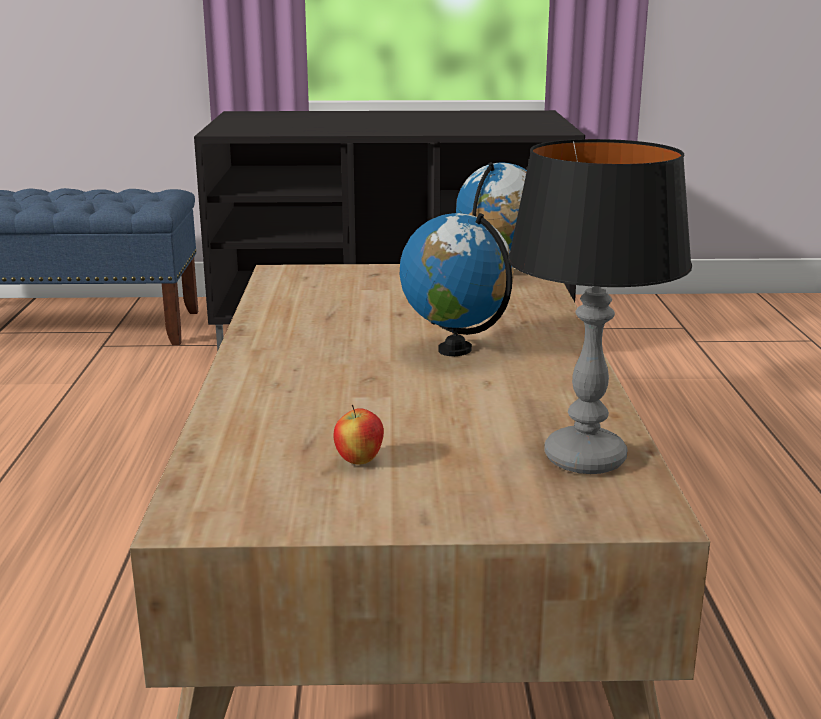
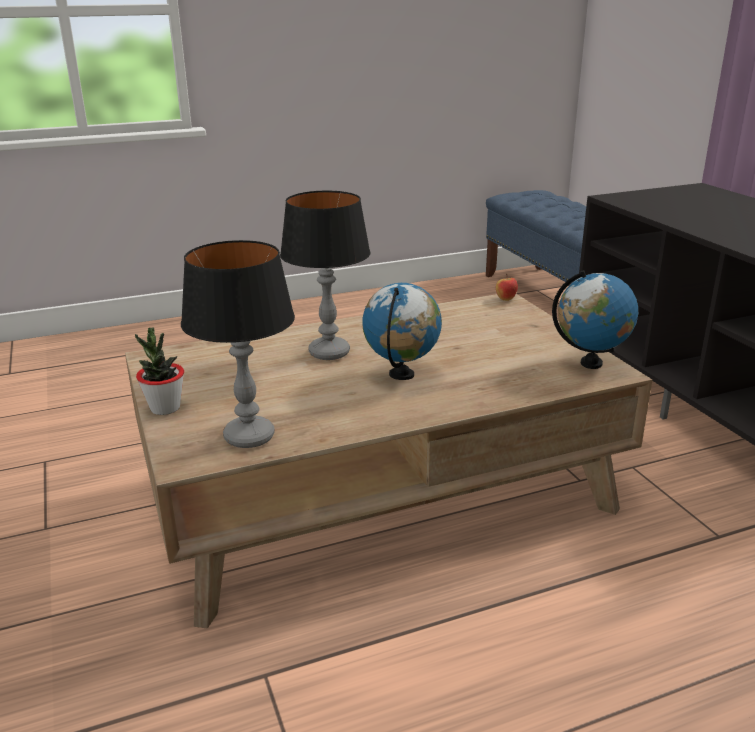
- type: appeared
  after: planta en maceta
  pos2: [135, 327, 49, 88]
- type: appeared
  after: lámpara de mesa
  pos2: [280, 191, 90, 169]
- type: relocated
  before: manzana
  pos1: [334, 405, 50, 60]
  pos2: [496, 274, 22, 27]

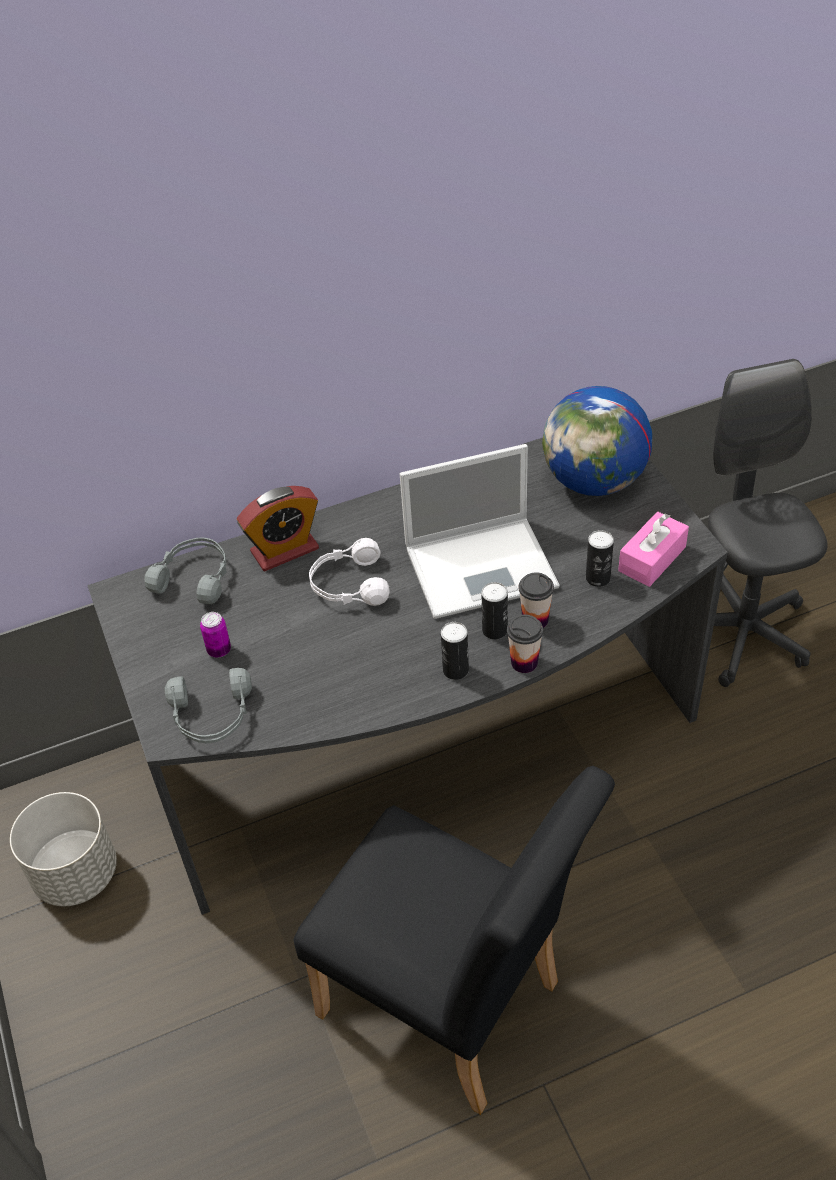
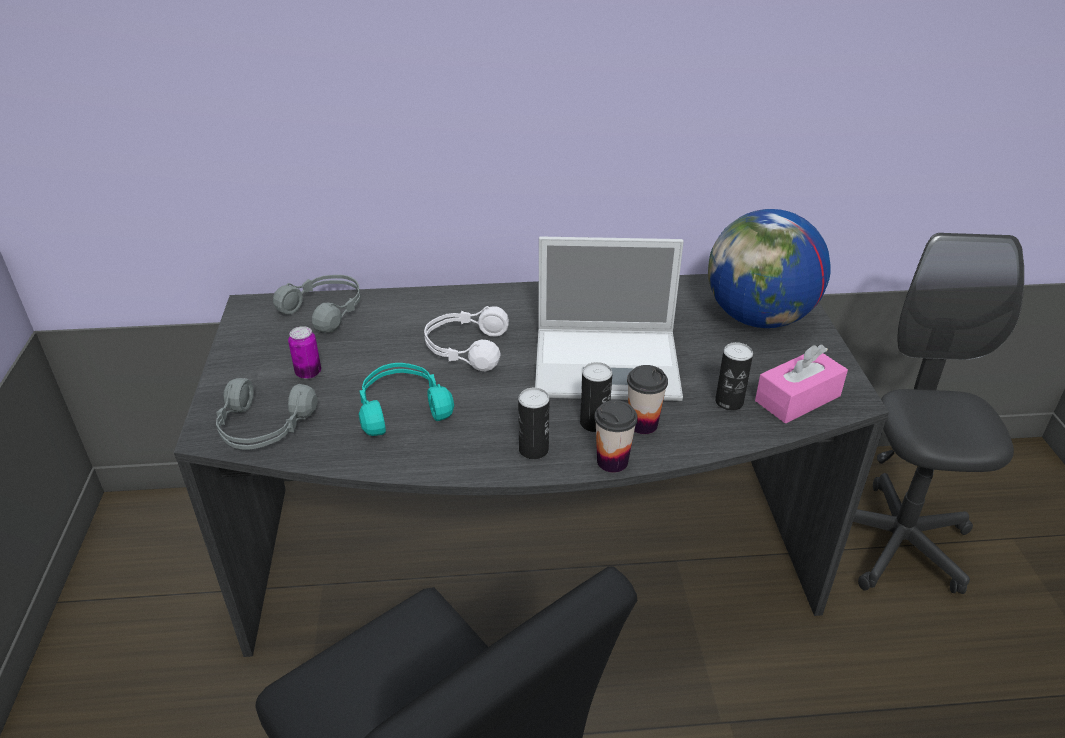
- type: missing
  before: maceta/gris
  pos1: [10, 792, 107, 114]
- type: missing
  before: despertador
  pos1: [237, 486, 82, 85]
- type: appeared
  after: auriculares/turquesa
  pos2: [359, 363, 95, 73]

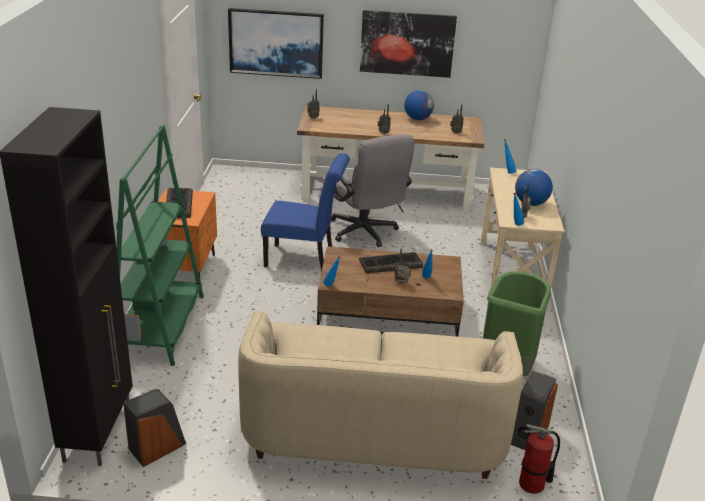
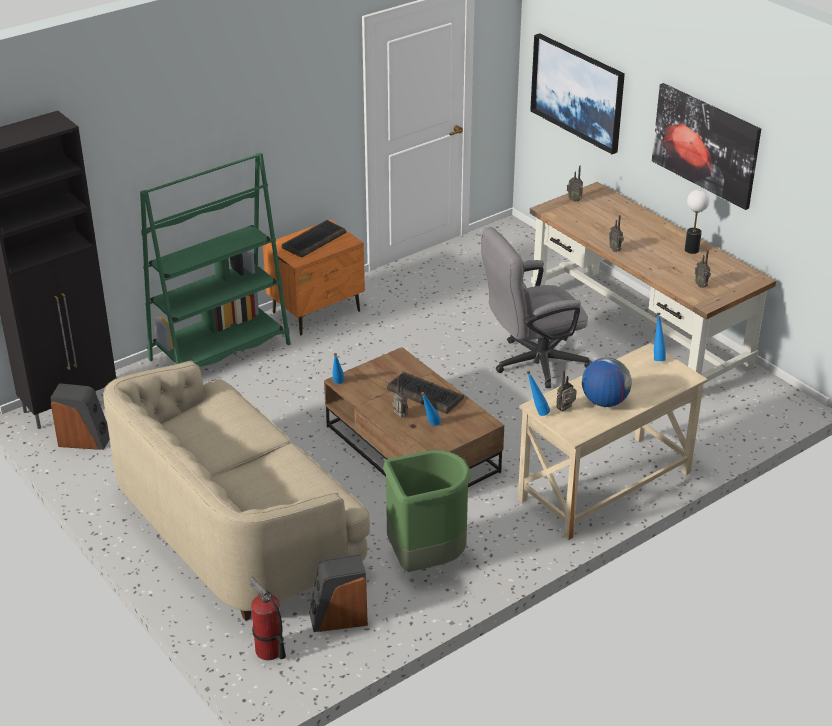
- type: missing
  before: silla/azul
  pos1: [261, 153, 89, 118]
- type: exchanged
  before: globo terráqueo
  after: lámpara de mesa
  pos1: [404, 90, 30, 30]
  pos2: [685, 189, 24, 65]
- type: spun
  before: silla de oficina/gris
  pos1: [331, 134, 83, 113]
  pos2: [481, 227, 111, 161]
  turn: 45

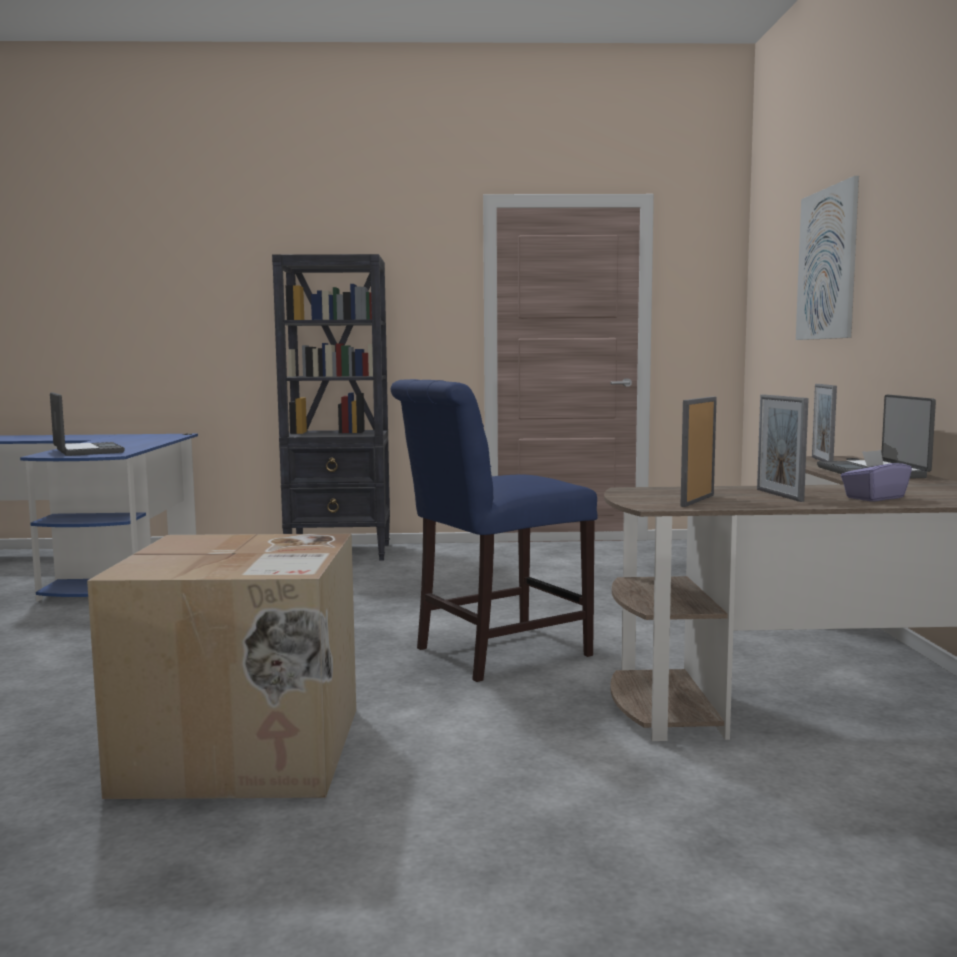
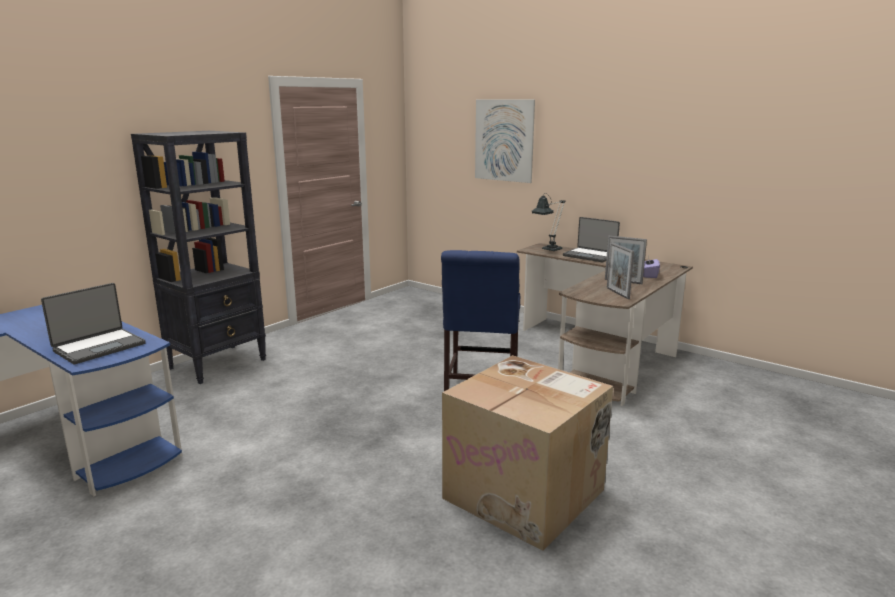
- type: exchanged
  before: portarretratos
  after: lámpara de mesa
  pos1: [812, 384, 25, 77]
  pos2: [532, 193, 34, 58]
- type: spun
  before: portátil
  pos1: [50, 392, 75, 64]
  pos2: [41, 283, 105, 81]
  turn: 120

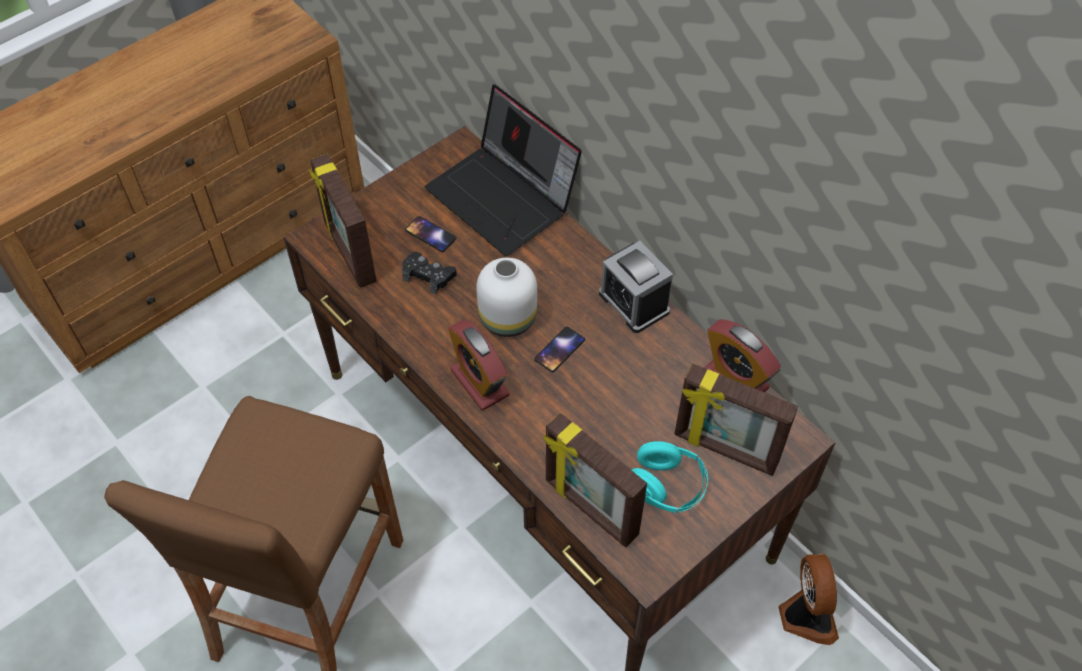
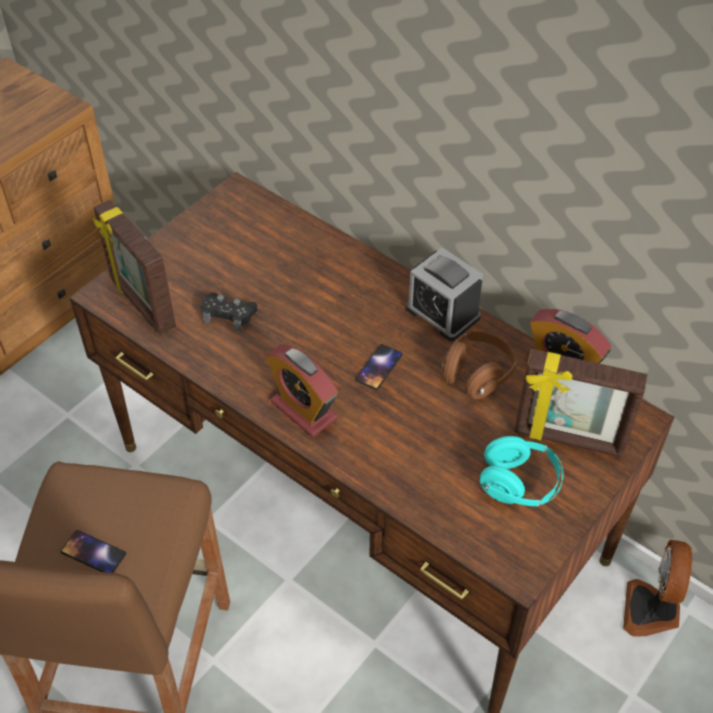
- type: missing
  before: portátil
  pos1: [425, 84, 157, 172]
- type: missing
  before: florero/blanco
  pos1: [476, 258, 61, 79]
- type: missing
  before: portarretratos
  pos1: [544, 413, 103, 134]
- type: appeared
  after: auriculares/marrón
  pos2: [442, 331, 74, 68]
- type: relocated
  before: móvil
  pos1: [405, 216, 52, 36]
  pos2: [61, 530, 65, 43]
- type: spun
  before: ventilador
  pos1: [778, 553, 61, 92]
  pos2: [623, 540, 69, 97]
  turn: -150

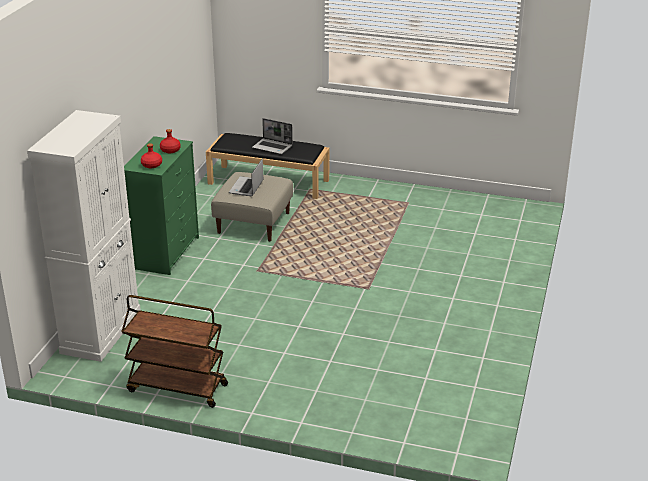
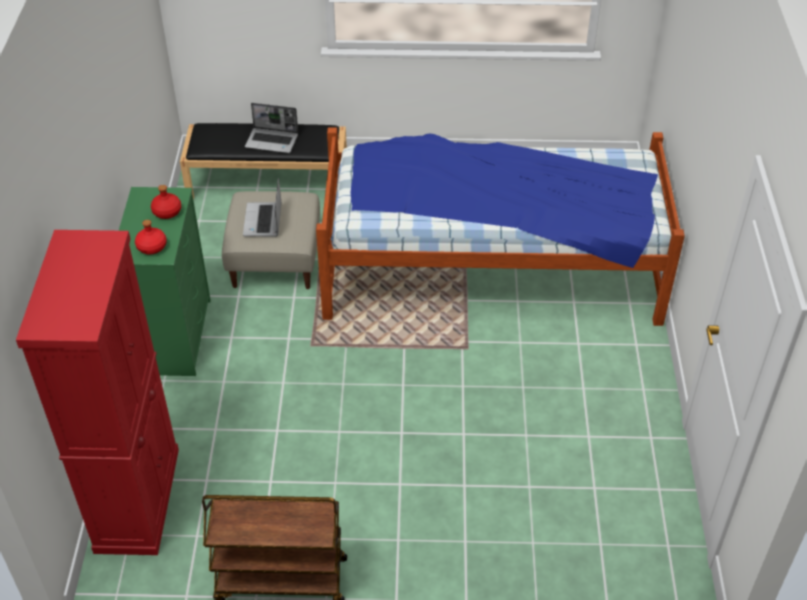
- type: appeared
  after: cama
  pos2: [316, 127, 369, 199]
- type: colour
  before: armario/blanco
  after: armario/rojo
  pos1: [27, 110, 114, 252]
  pos2: [16, 230, 163, 325]

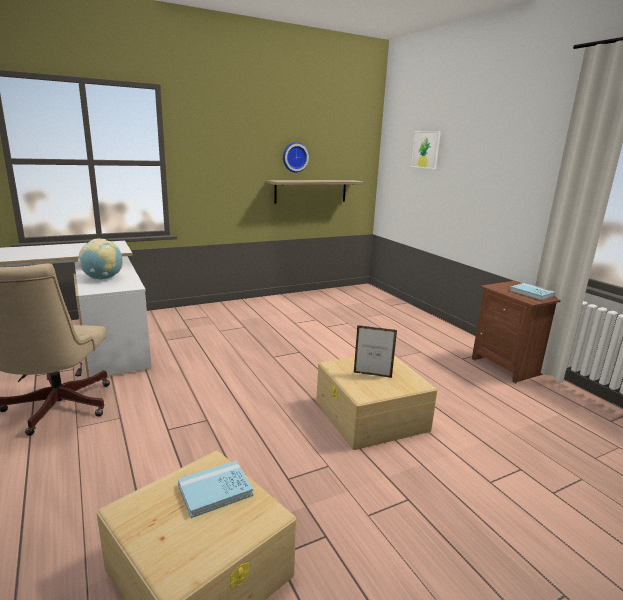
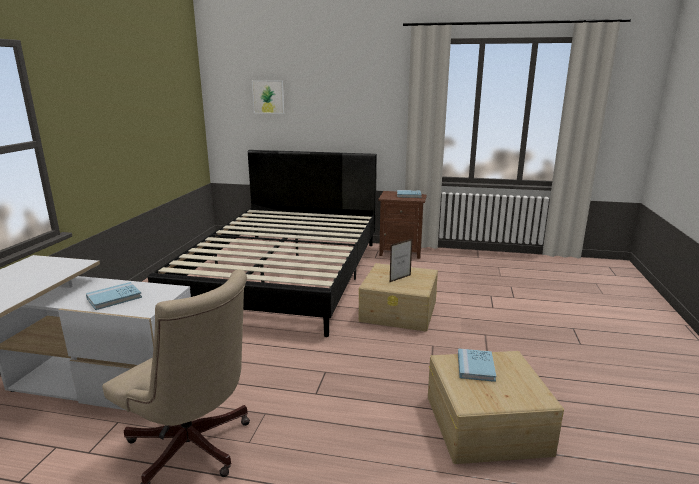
- type: missing
  before: estante
  pos1: [267, 180, 96, 24]
- type: missing
  before: reloj de pared
  pos1: [283, 142, 26, 31]
- type: appeared
  after: cama/negro
  pos2: [148, 150, 229, 187]
- type: exchanged
  before: globo terráqueo
  after: libro/azul
  pos1: [78, 239, 45, 40]
  pos2: [86, 282, 56, 28]

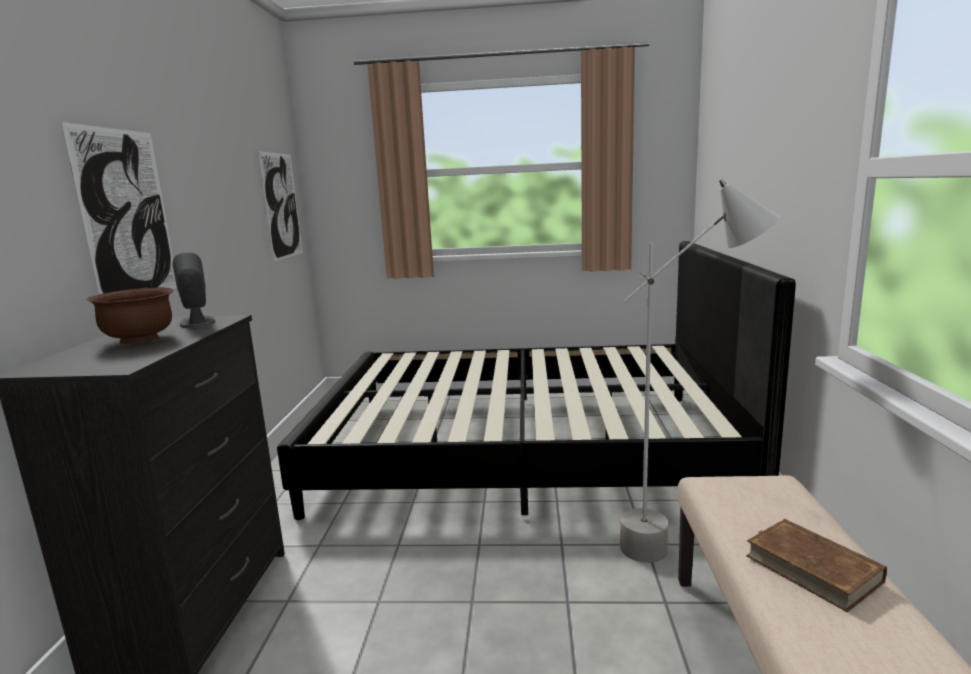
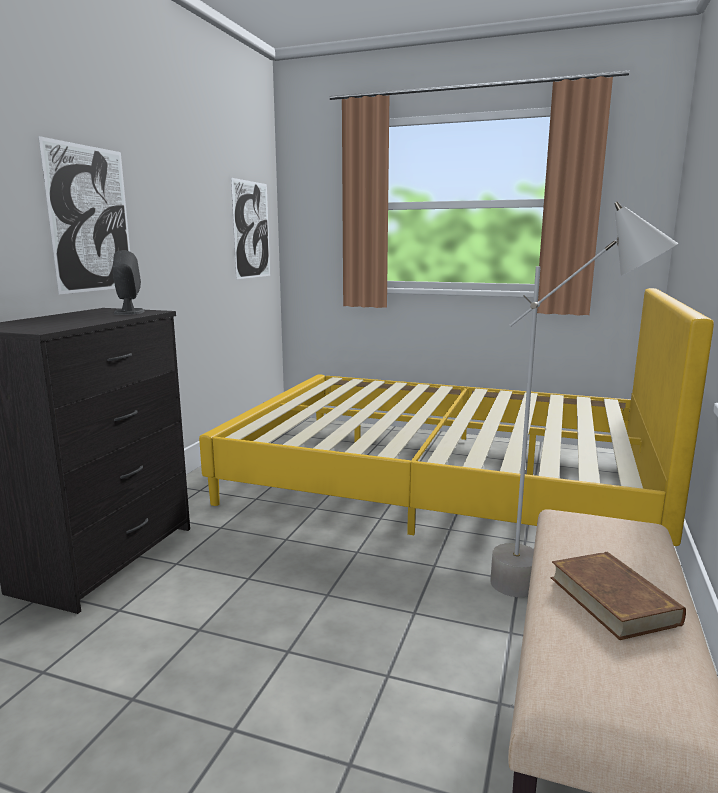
- type: missing
  before: cuenco/marrón
  pos1: [87, 288, 87, 56]
- type: colour
  before: cama/negro
  after: cama/amarillo
  pos1: [277, 241, 519, 279]
  pos2: [199, 288, 515, 258]

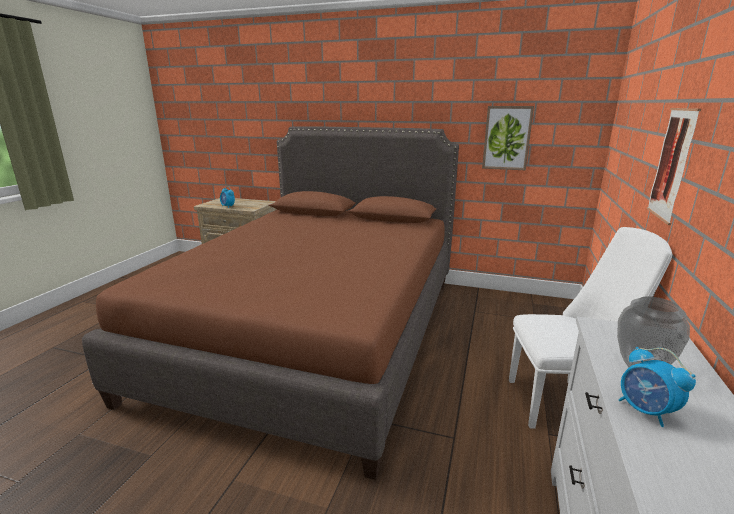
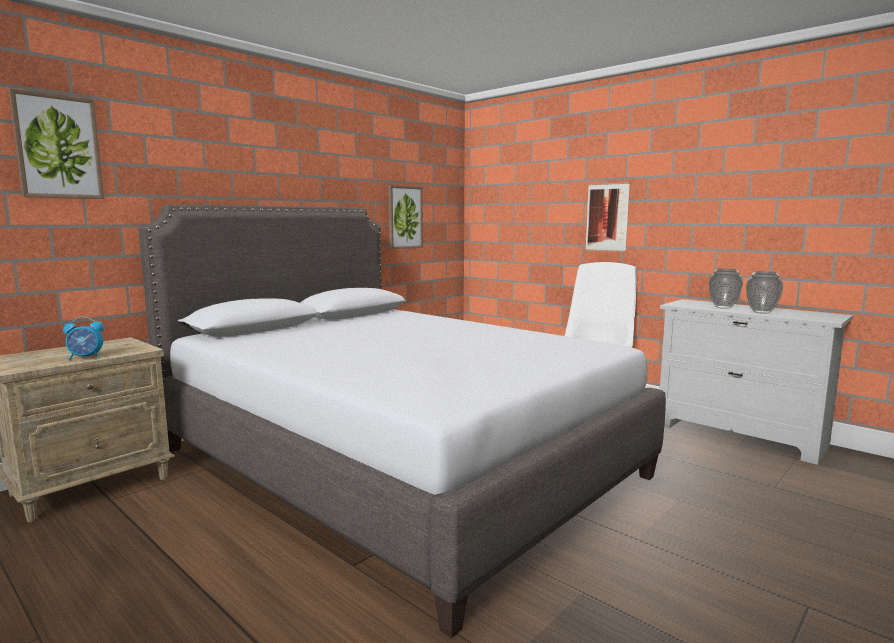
- type: appeared
  after: cuadro
  pos2: [8, 88, 96, 111]
- type: exchanged
  before: despertador
  after: florero
  pos1: [619, 347, 77, 80]
  pos2: [746, 271, 37, 43]
- type: colour
  before: cama/marrón
  after: cama/gris
  pos1: [82, 126, 377, 354]
  pos2: [138, 205, 528, 433]

